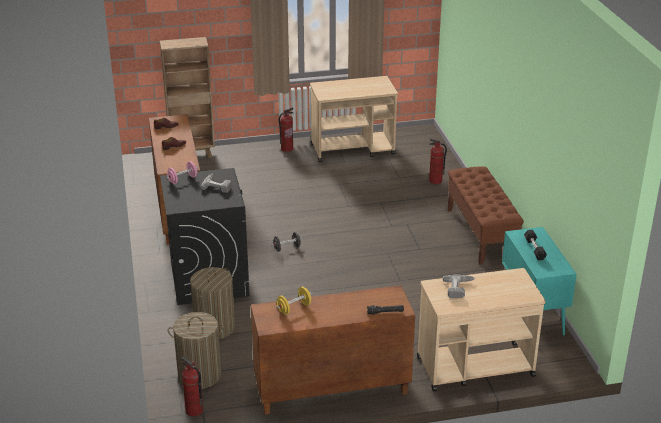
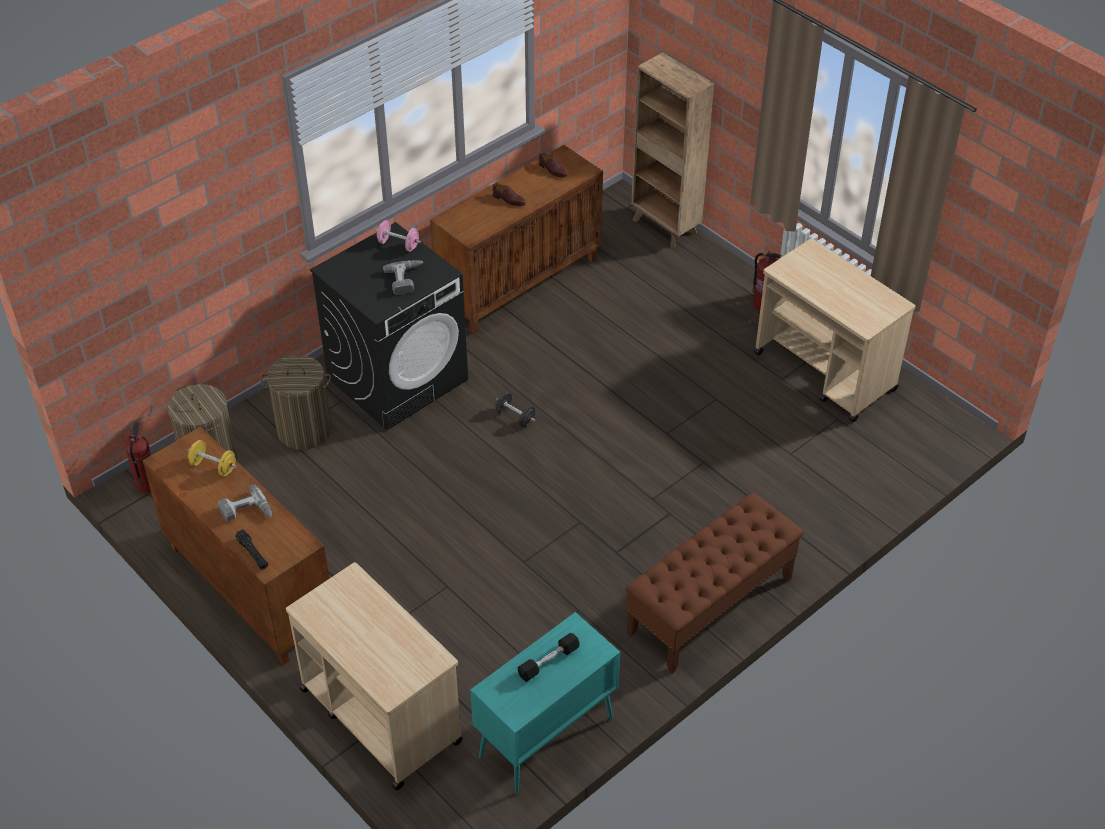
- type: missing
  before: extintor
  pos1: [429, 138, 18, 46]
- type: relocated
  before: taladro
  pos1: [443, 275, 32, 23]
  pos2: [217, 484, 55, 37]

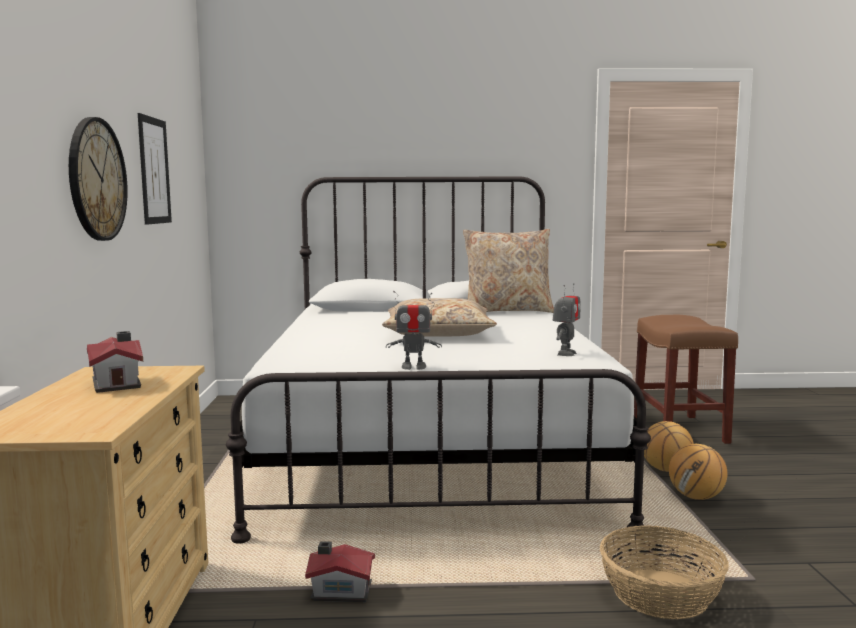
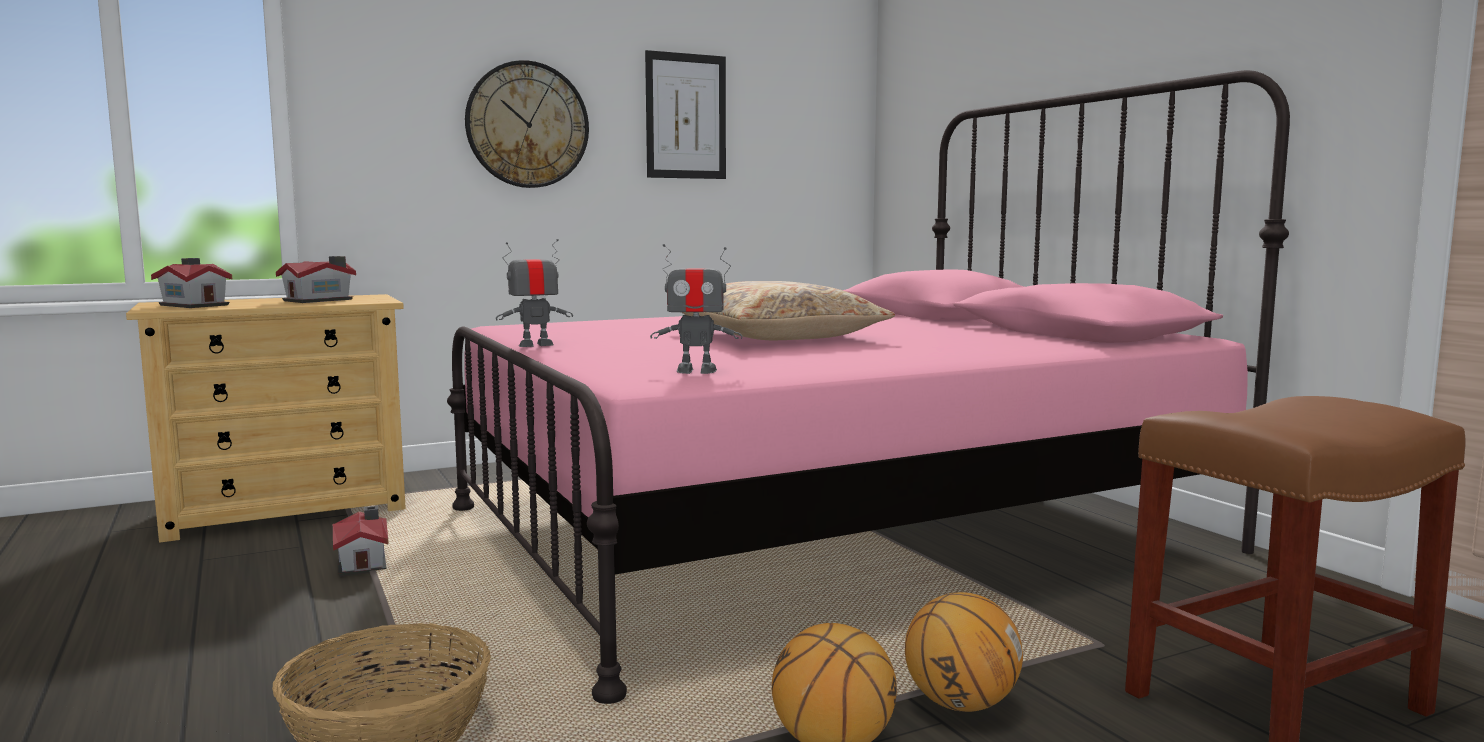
- type: missing
  before: cojín/beis
  pos1: [463, 229, 91, 84]
- type: appeared
  after: casita
  pos2: [151, 258, 81, 50]
- type: colour
  before: cama/blanco
  after: cama/rosa
  pos1: [226, 176, 425, 368]
  pos2: [447, 70, 843, 634]
- type: spun
  before: robot de juguete
  pos1: [386, 291, 56, 79]
  pos2: [496, 239, 77, 108]
  turn: 90

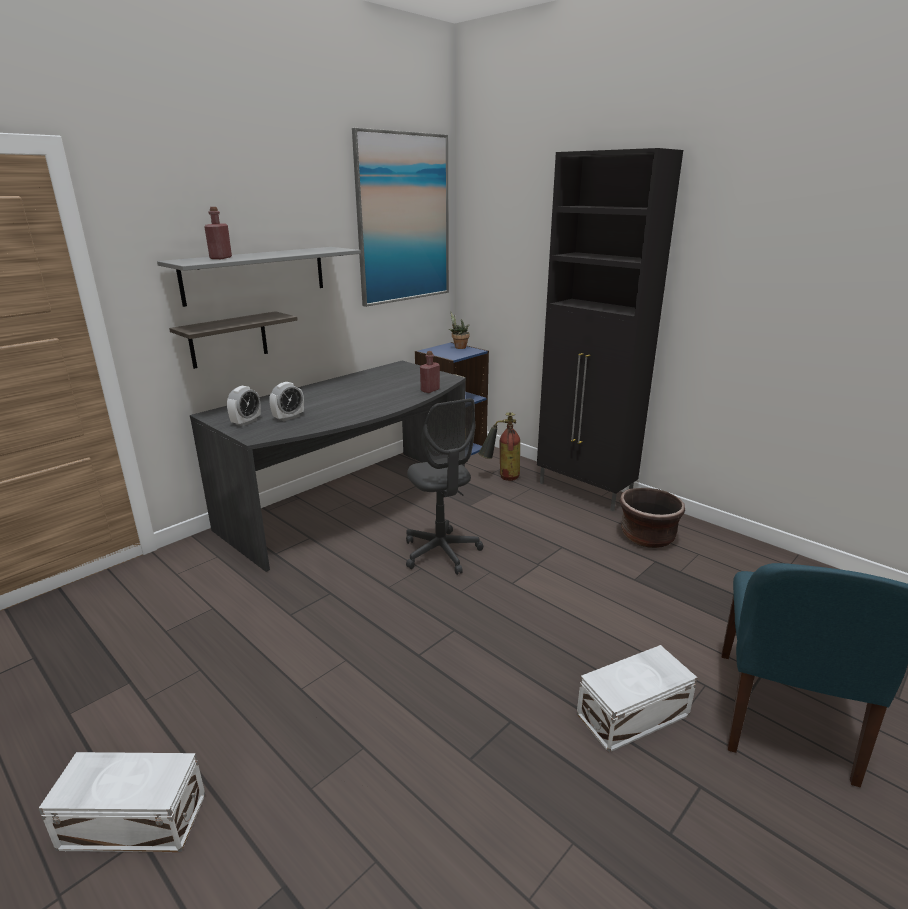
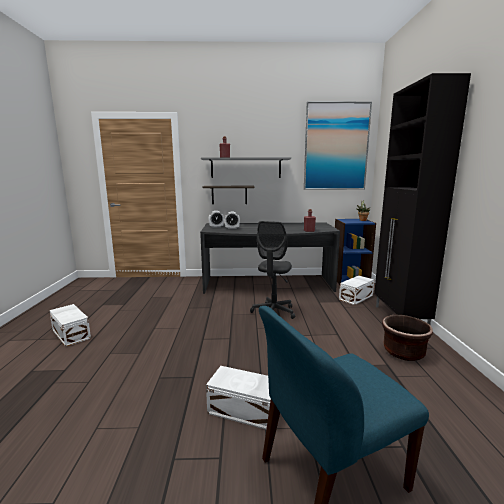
- type: exchanged
  before: extintor
  after: caja de almacenaje/blanco
  pos1: [478, 412, 42, 69]
  pos2: [339, 276, 35, 29]

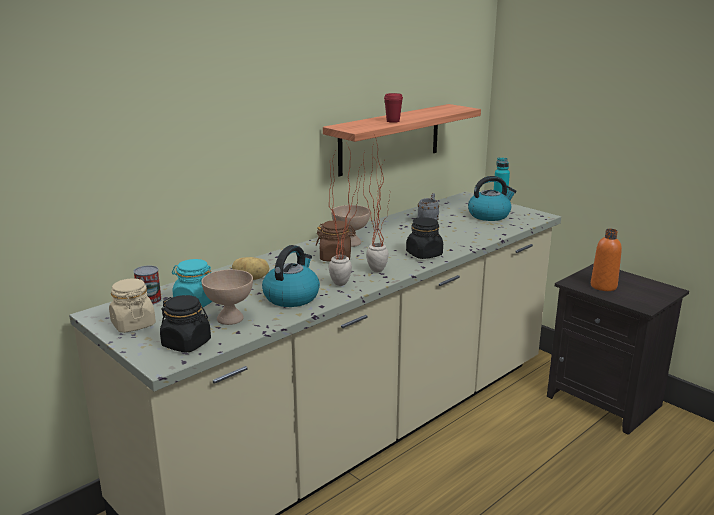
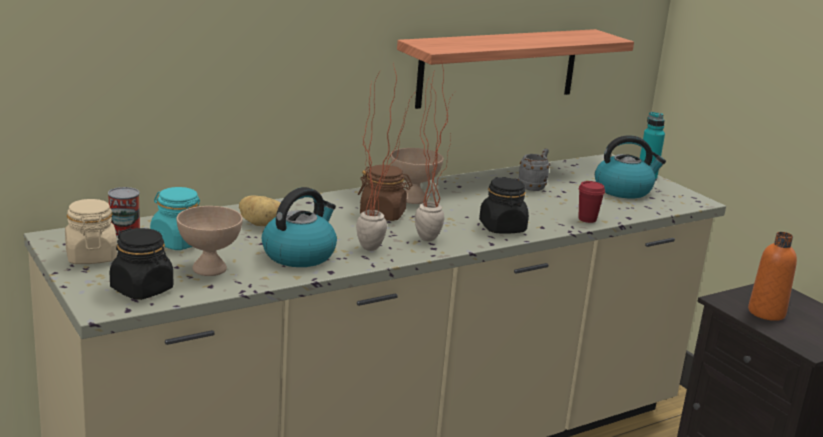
- type: relocated
  before: taza/rojo
  pos1: [384, 93, 19, 30]
  pos2: [578, 181, 27, 42]

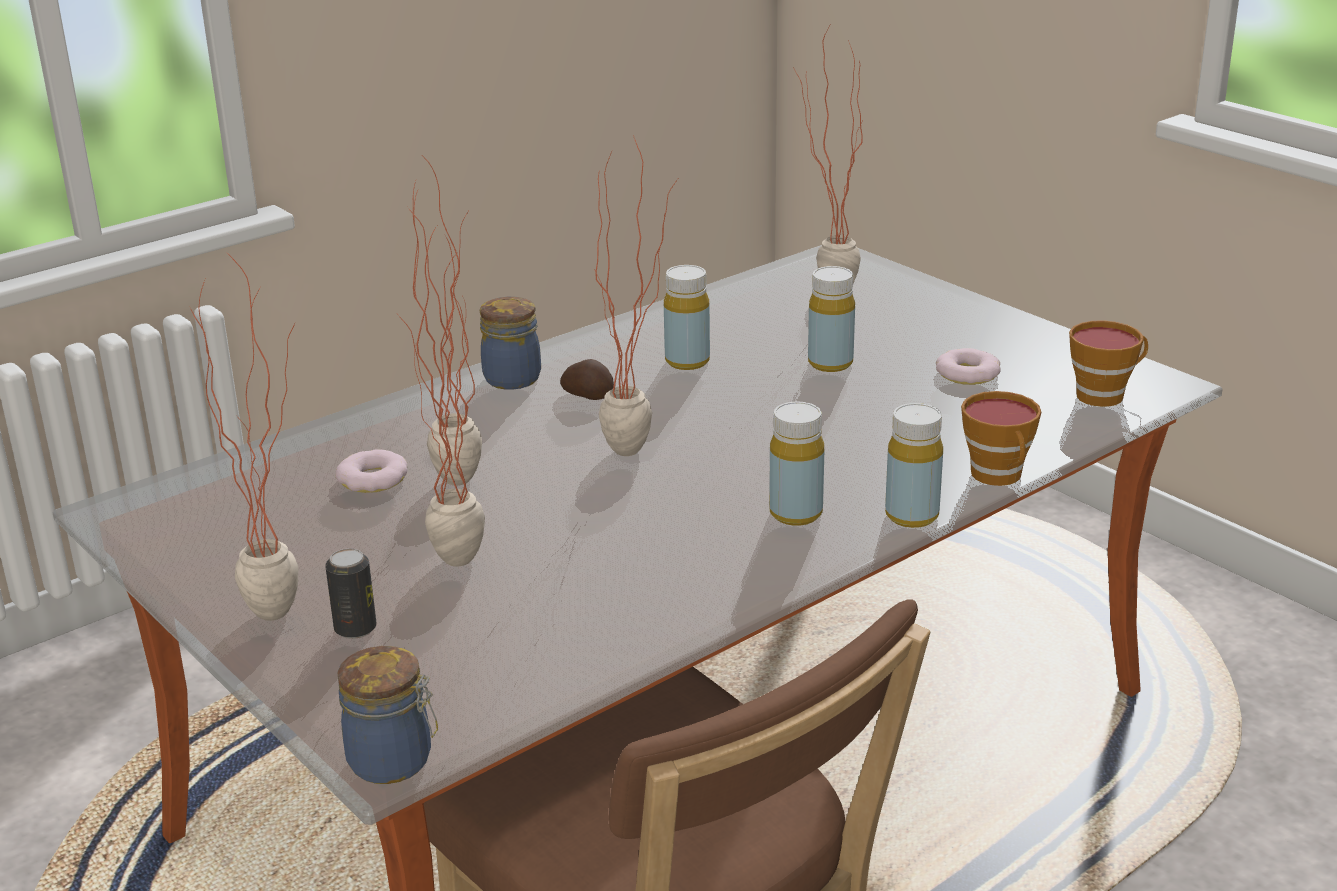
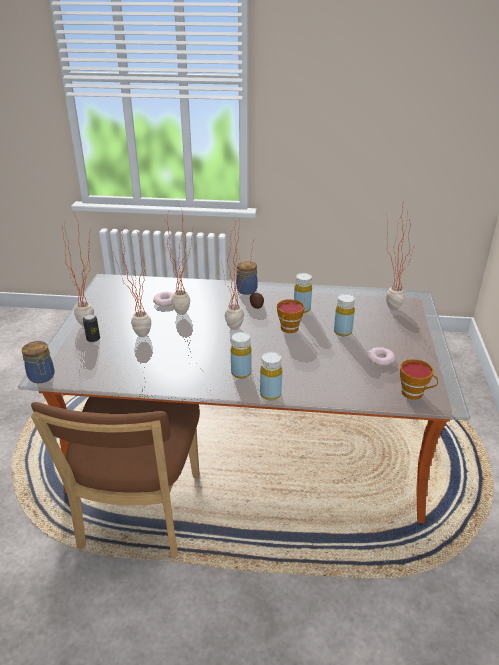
- type: relocated
  before: taza
  pos1: [961, 391, 80, 95]
  pos2: [277, 299, 28, 34]

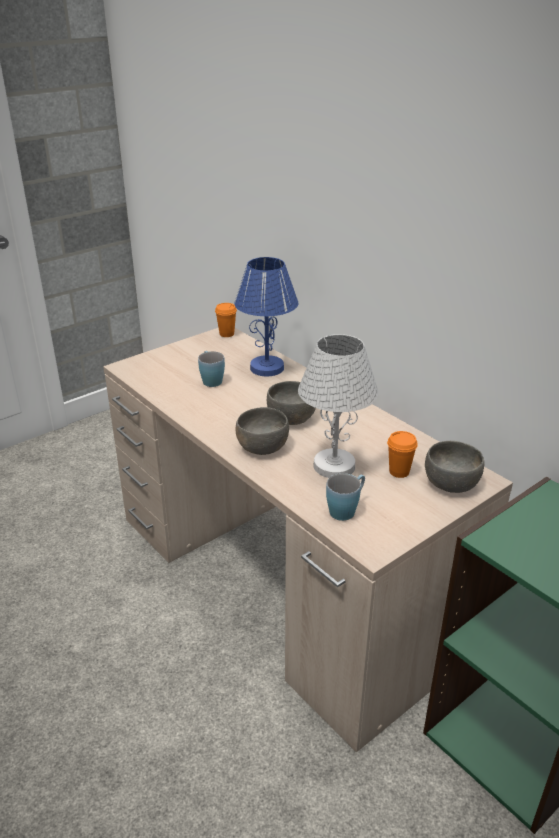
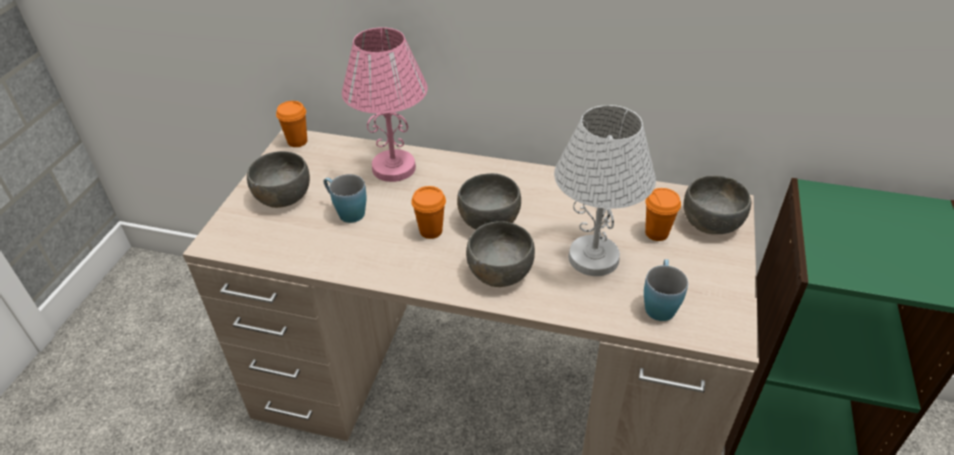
- type: appeared
  after: cuenco/gris
  pos2: [247, 151, 63, 57]
- type: appeared
  after: taza/naranja
  pos2: [411, 186, 35, 53]
- type: colour
  before: lámpara de mesa/azul
  after: lámpara de mesa/rosa
  pos1: [234, 257, 64, 119]
  pos2: [342, 27, 86, 155]

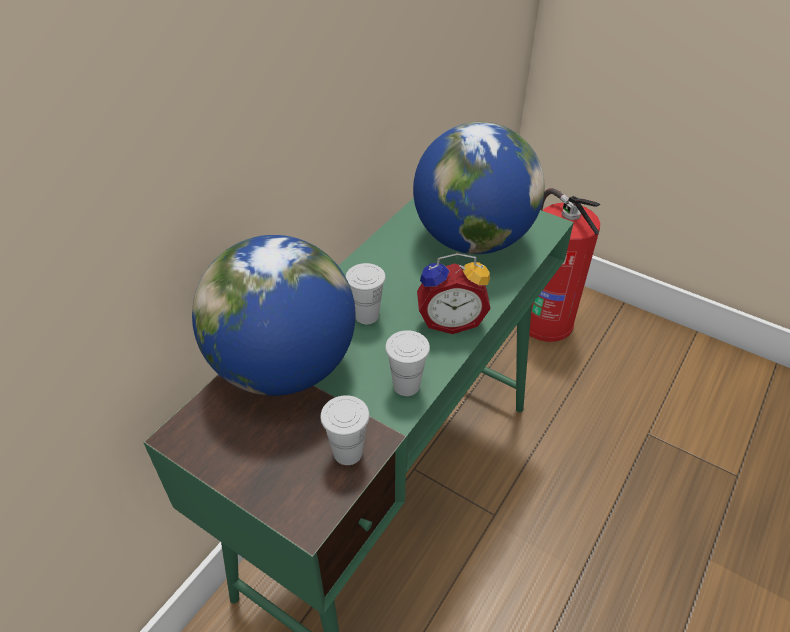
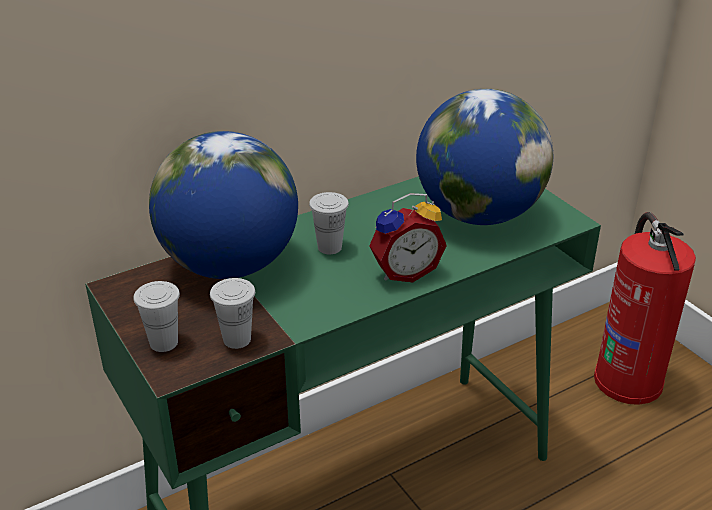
- type: relocated
  before: taza/blanco
  pos1: [385, 330, 45, 66]
  pos2: [134, 281, 46, 71]
- type: spun
  before: despertador
  pos1: [417, 253, 74, 81]
  pos2: [369, 193, 78, 89]
  turn: -45

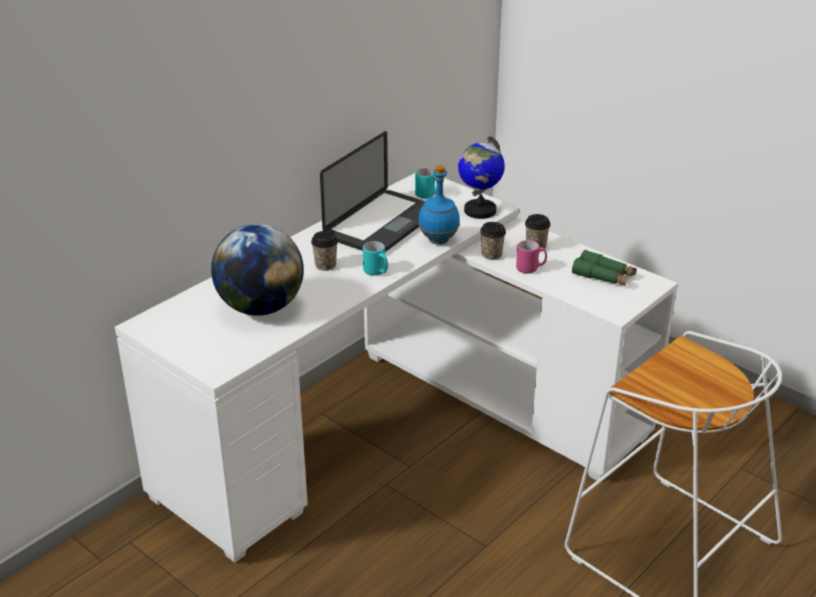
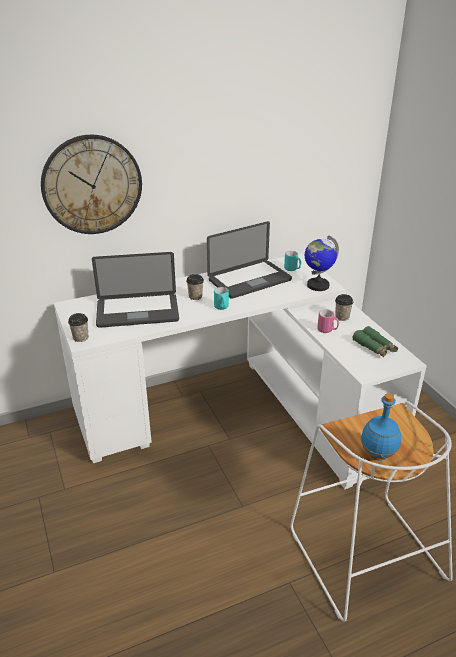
- type: appeared
  after: reloj de pared
  pos2: [41, 135, 101, 99]
- type: relocated
  before: botella/azul
  pos1: [418, 165, 42, 80]
  pos2: [361, 393, 40, 67]
- type: relocated
  before: taza
  pos1: [480, 222, 26, 38]
  pos2: [68, 313, 20, 29]
- type: exchanged
  before: globo terráqueo
  after: portátil
  pos1: [211, 224, 93, 92]
  pos2: [92, 252, 87, 76]

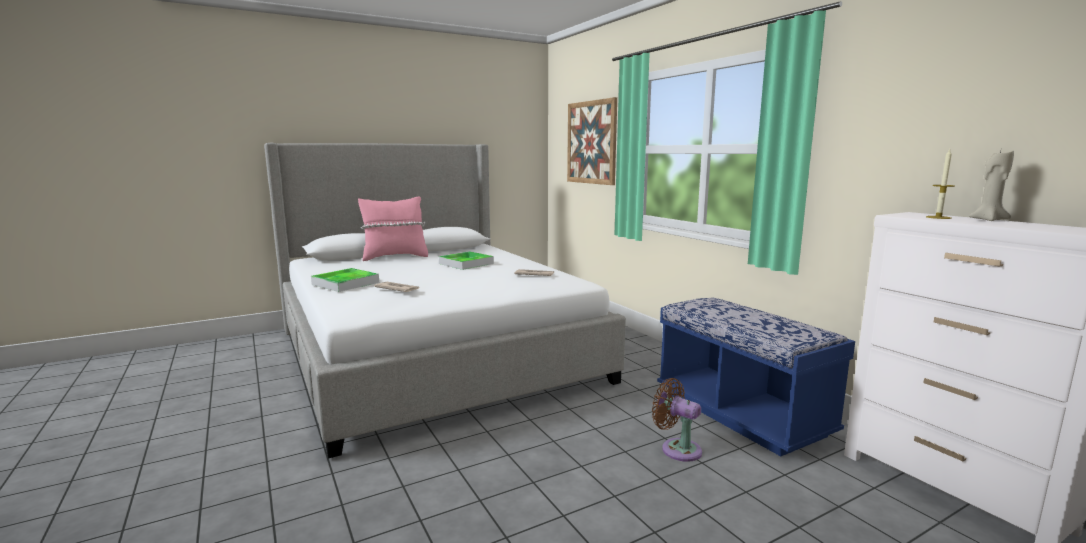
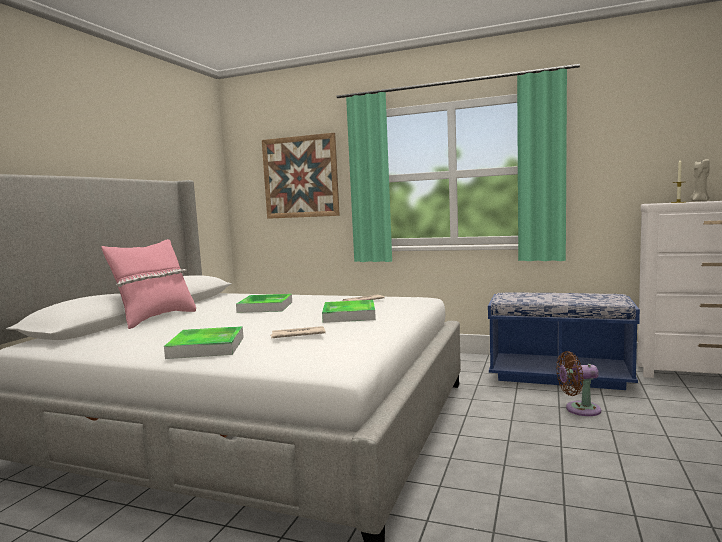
- type: appeared
  after: bandeja
  pos2: [322, 300, 54, 23]

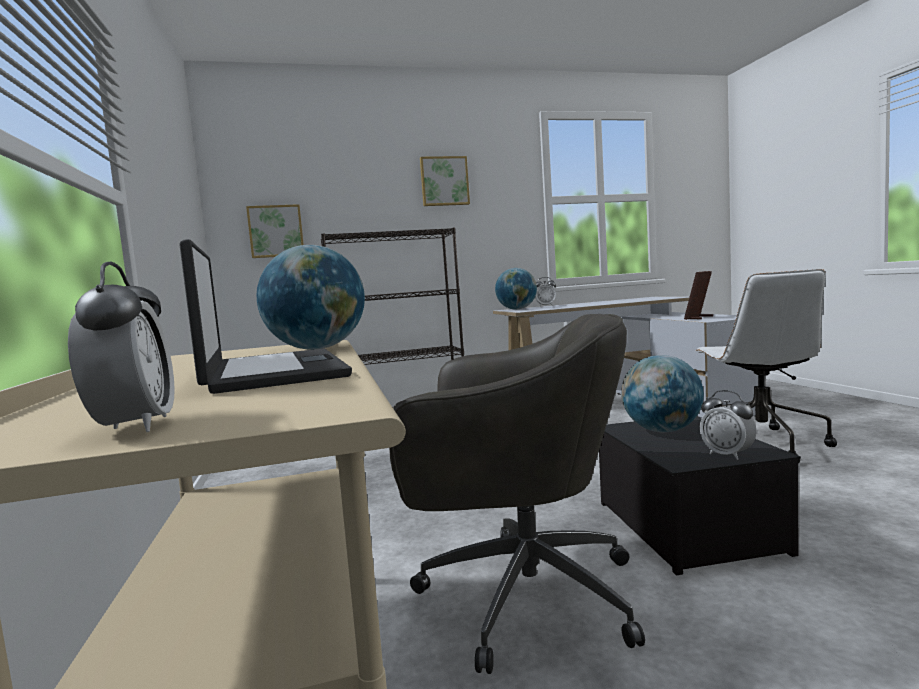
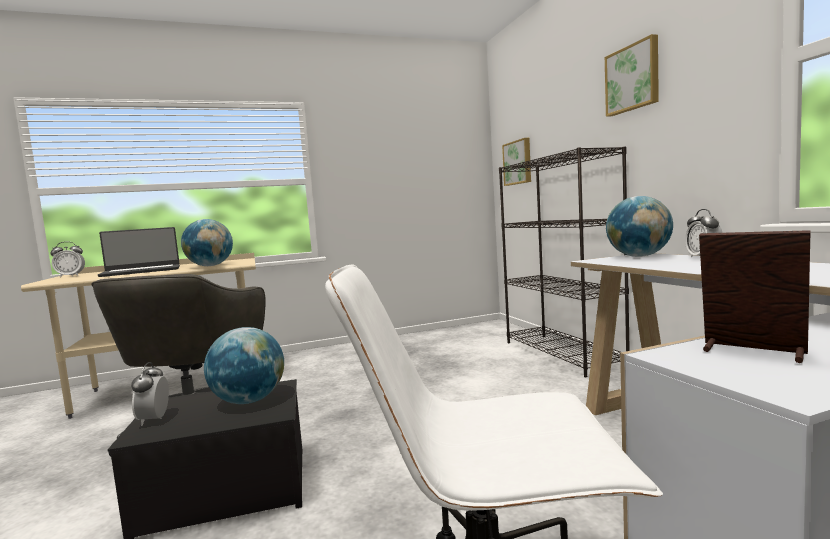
- type: spun
  before: despertador
  pos1: [700, 390, 57, 70]
  pos2: [131, 362, 38, 64]
  turn: -60

